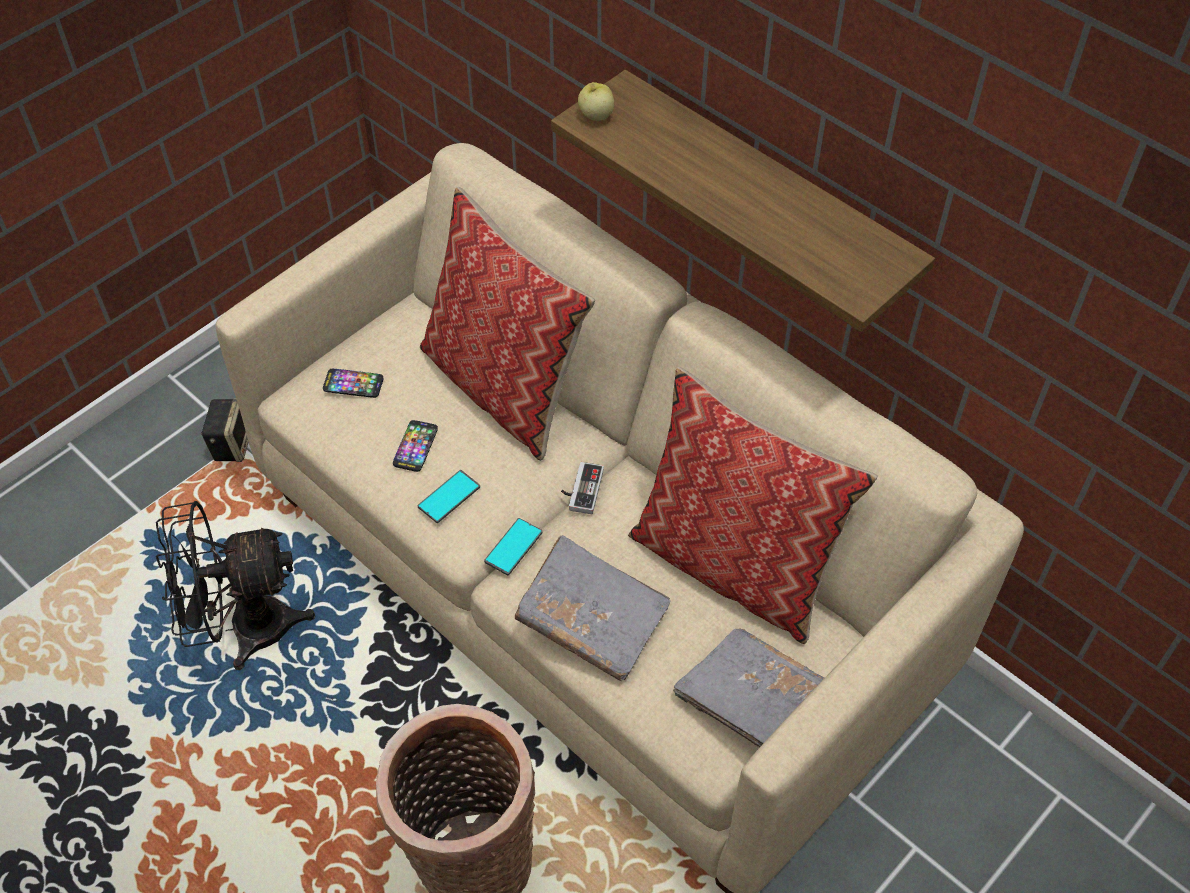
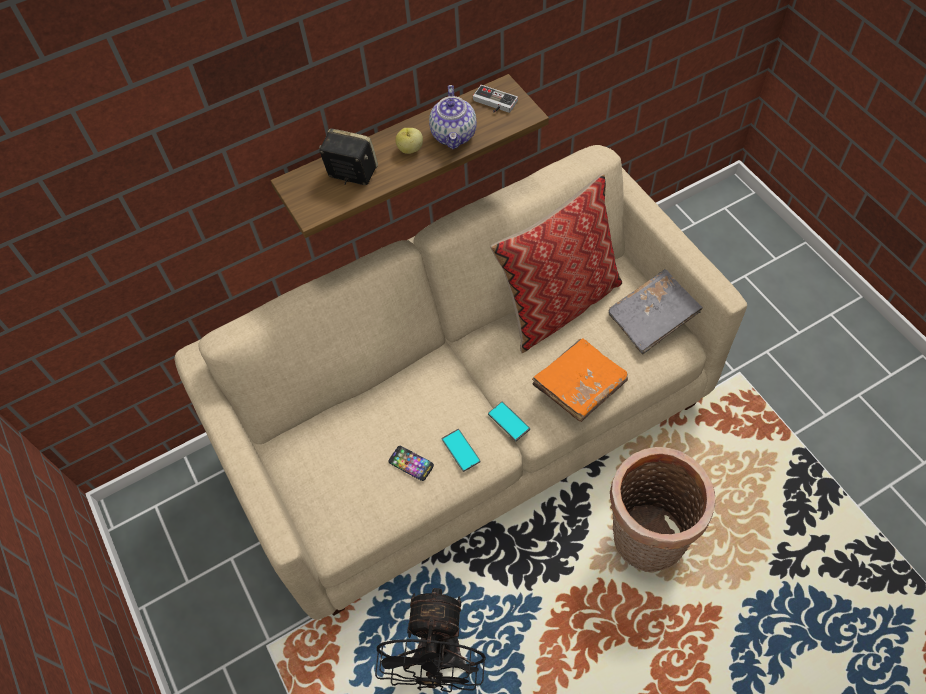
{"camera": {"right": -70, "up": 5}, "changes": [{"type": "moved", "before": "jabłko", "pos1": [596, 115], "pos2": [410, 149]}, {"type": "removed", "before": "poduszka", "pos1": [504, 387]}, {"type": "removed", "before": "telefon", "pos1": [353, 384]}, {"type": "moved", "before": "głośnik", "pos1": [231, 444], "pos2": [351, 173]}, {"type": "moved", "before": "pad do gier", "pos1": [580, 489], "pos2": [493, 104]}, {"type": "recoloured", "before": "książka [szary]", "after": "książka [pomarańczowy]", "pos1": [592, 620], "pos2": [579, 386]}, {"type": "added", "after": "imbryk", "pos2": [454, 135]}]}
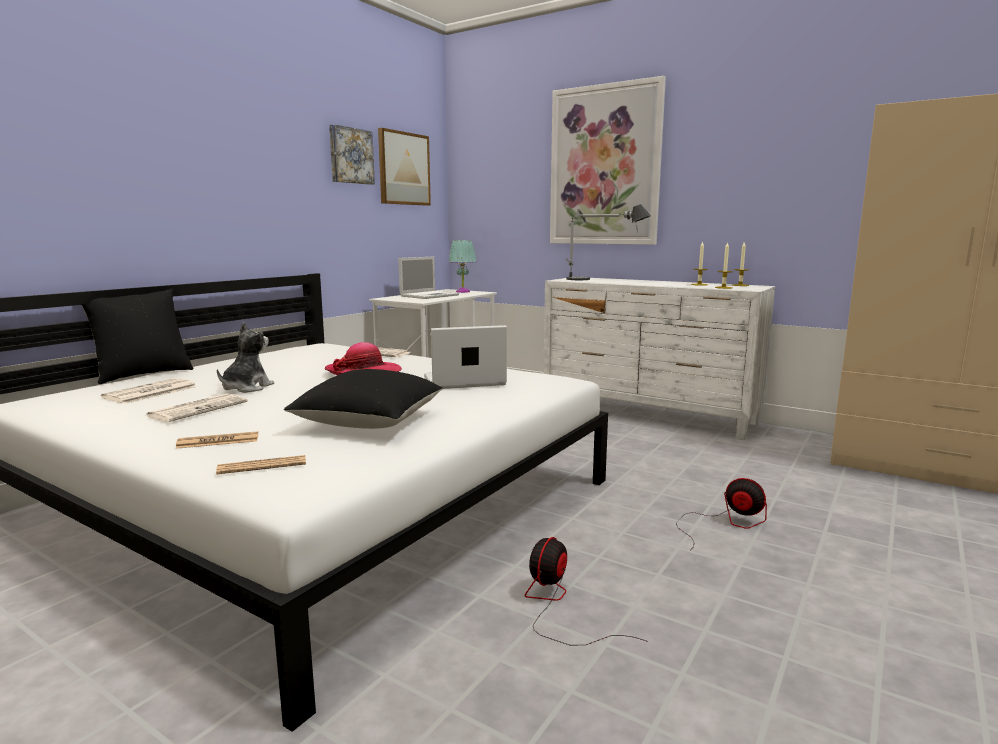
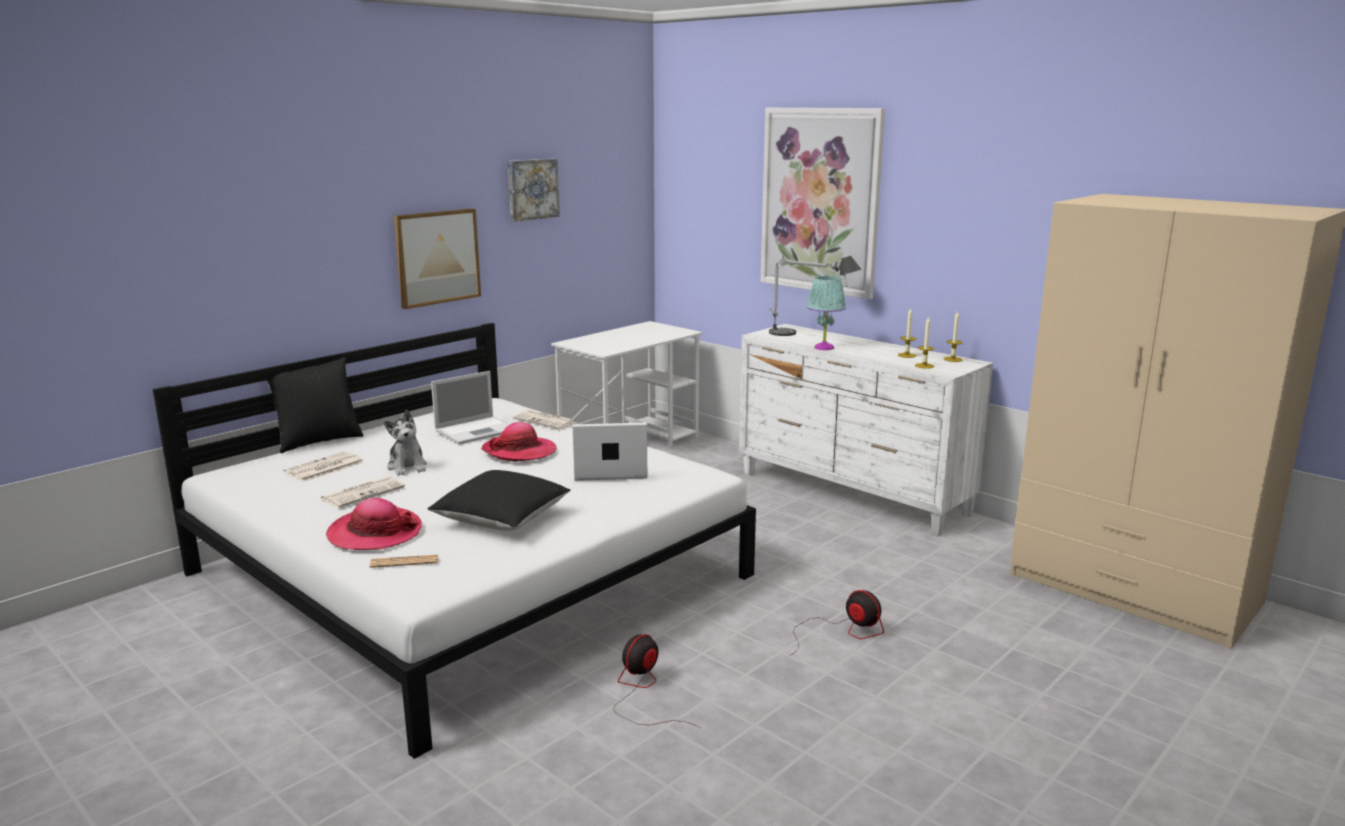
{"camera": {"right": 10, "up": 5}, "changes": [{"type": "moved", "before": "obraz", "pos1": [403, 169], "pos2": [437, 257]}, {"type": "moved", "before": "lampa stołowa [turkusowy]", "pos1": [462, 291], "pos2": [823, 347]}, {"type": "moved", "before": "laptop", "pos1": [430, 295], "pos2": [477, 430]}, {"type": "turned", "before": "pluszak", "pos1": [246, 388], "pos2": [407, 466], "turn": 120}, {"type": "replaced", "before": "gazeta", "after": "kapelusz", "pos1": [218, 441], "pos2": [375, 533]}]}
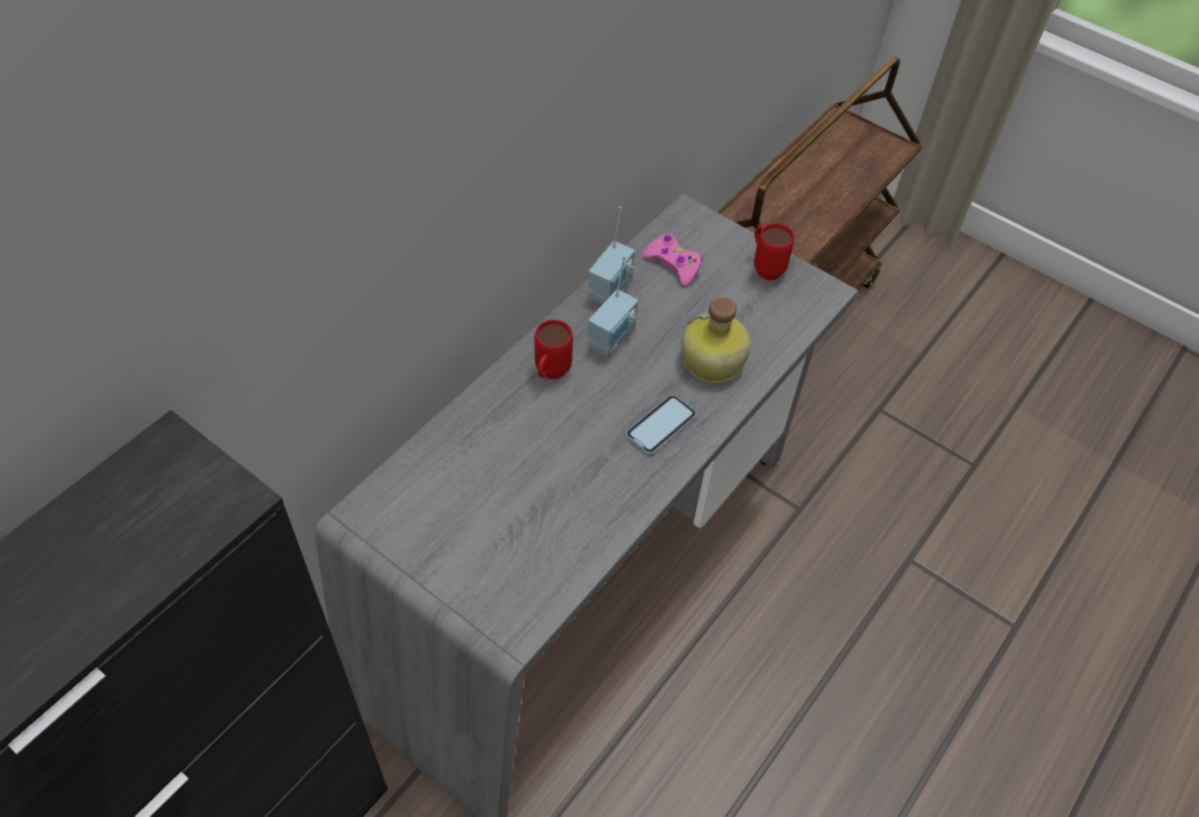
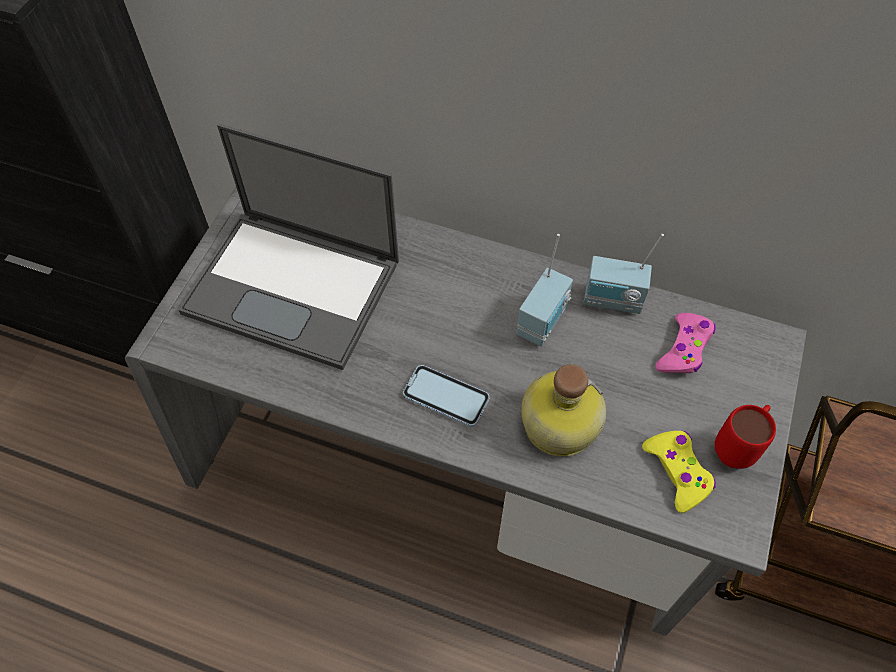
{"camera": {"right": 75, "up": 5}, "changes": [{"type": "turned", "before": "radio", "pos1": [613, 339], "pos2": [544, 322], "turn": -75}, {"type": "removed", "before": "kubek [czerwony]", "pos1": [550, 374]}, {"type": "added", "after": "laptop", "pos2": [295, 287]}, {"type": "added", "after": "pad do gier [żółty]", "pos2": [677, 472]}]}
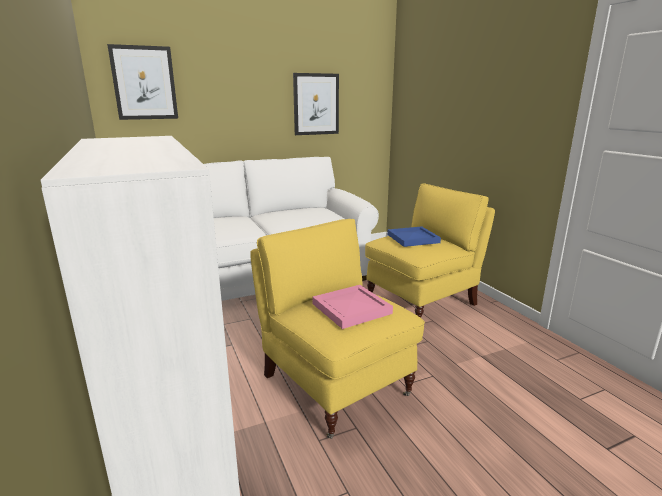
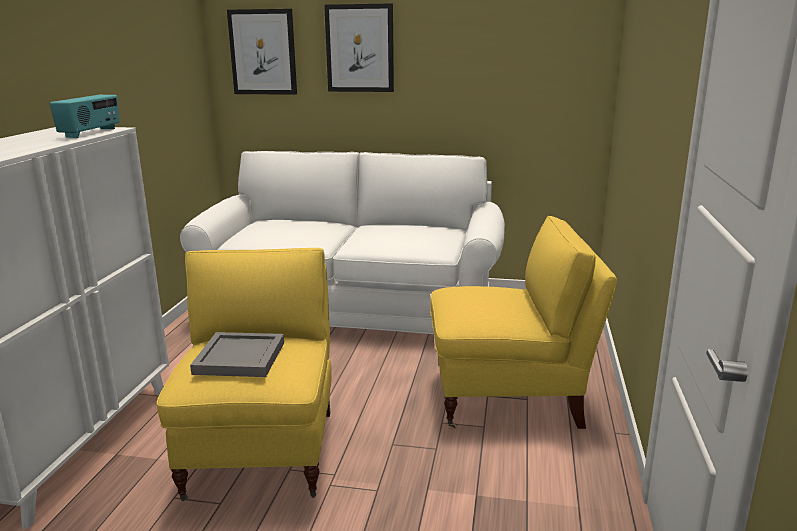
{"camera": {"right": 35, "up": 0}, "changes": [{"type": "moved", "before": "obraz", "pos1": [316, 104], "pos2": [360, 48]}, {"type": "removed", "before": "taca [niebieski]", "pos1": [412, 238]}, {"type": "recoloured", "before": "taca [różowy]", "after": "taca [szary]", "pos1": [353, 308], "pos2": [240, 358]}, {"type": "added", "after": "radio", "pos2": [91, 133]}]}
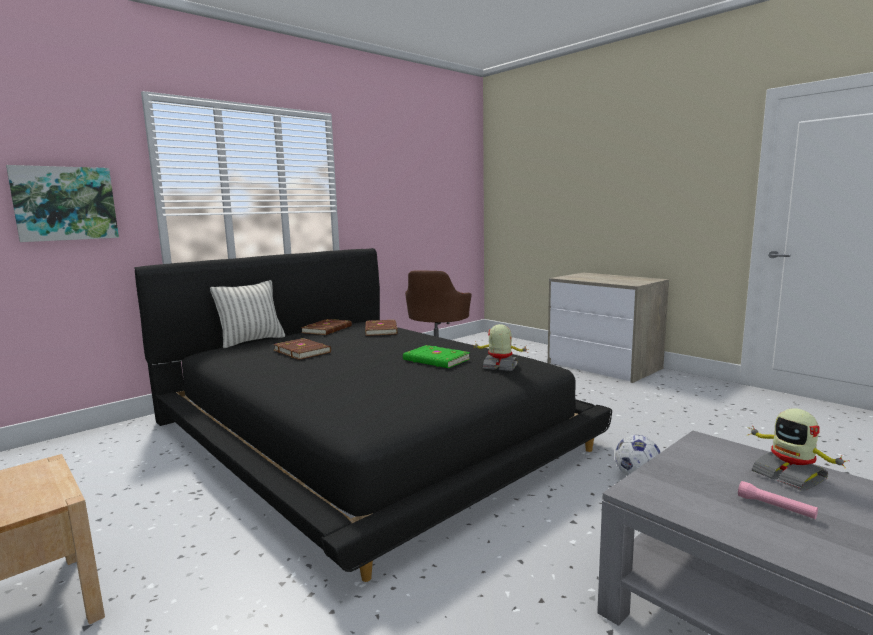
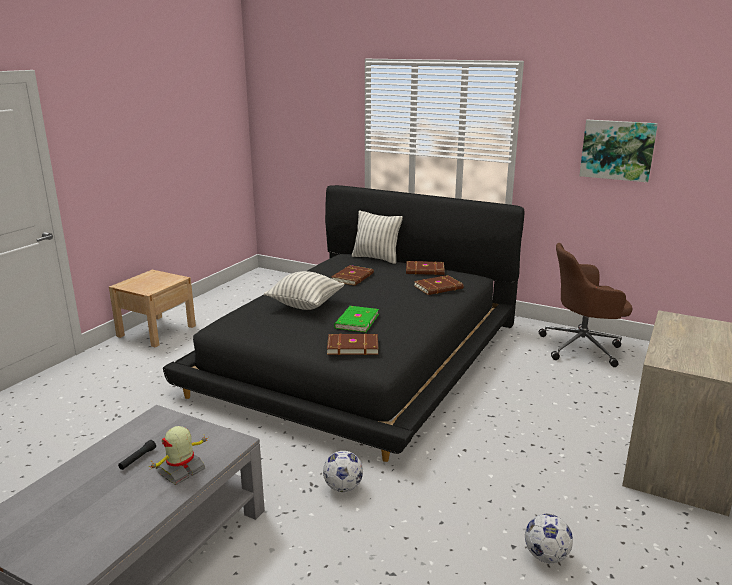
{"camera": {"right": 70, "up": 10}, "changes": [{"type": "moved", "before": "obraz", "pos1": [65, 203], "pos2": [617, 150]}, {"type": "replaced", "before": "robot zabawkowy", "after": "książka [brązowy]", "pos1": [500, 366], "pos2": [352, 346]}, {"type": "recoloured", "before": "latarka [różowy]", "after": "latarka [czarny]", "pos1": [775, 507], "pos2": [137, 459]}, {"type": "added", "after": "poduszka", "pos2": [305, 304]}, {"type": "added", "after": "piłka futbolowa", "pos2": [546, 556]}]}
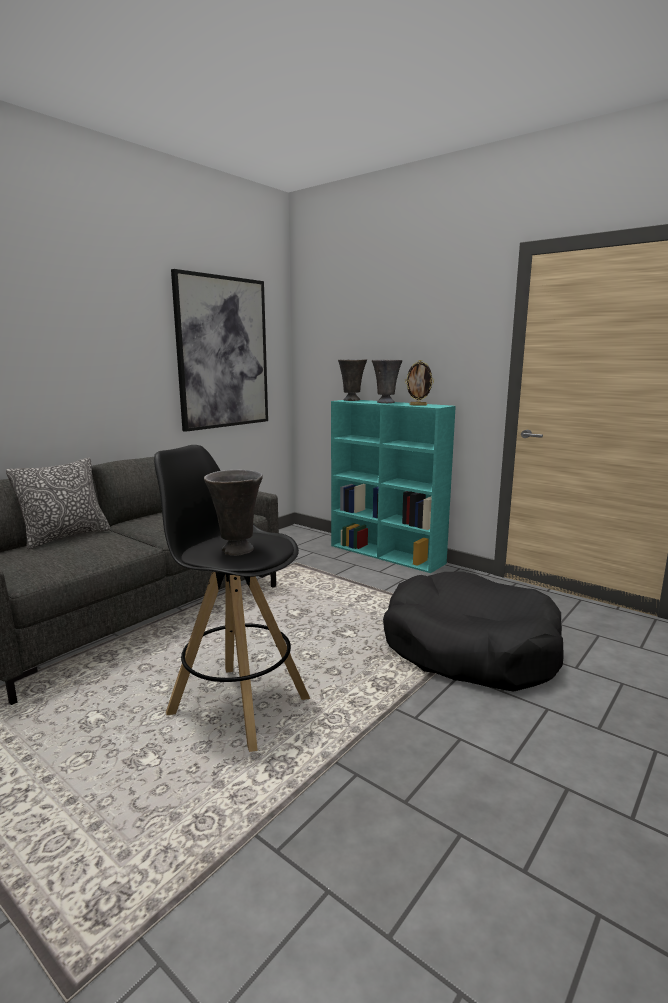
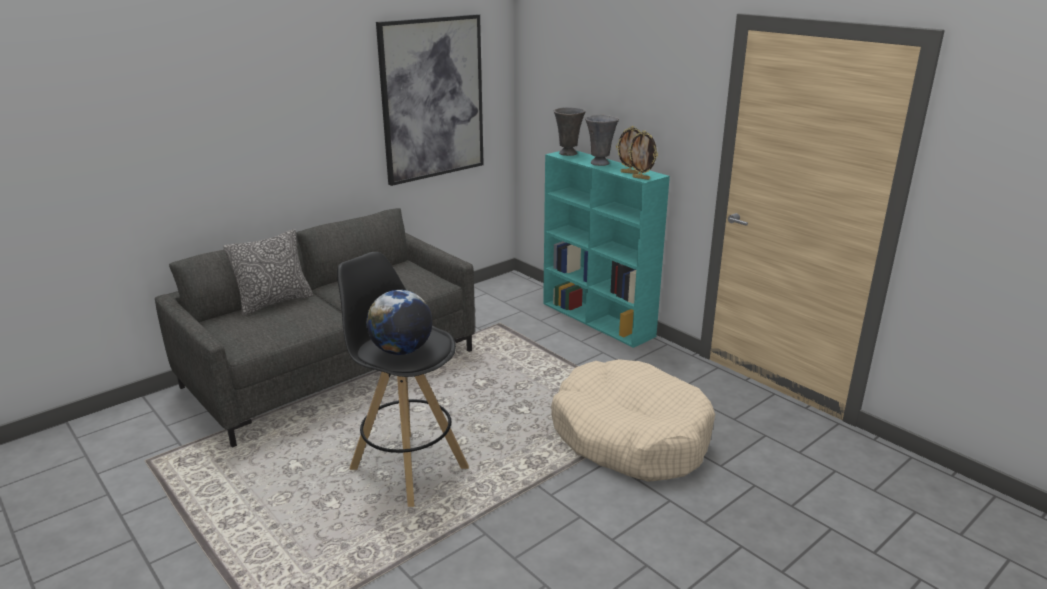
{"camera": {"right": 10, "up": 10}, "changes": [{"type": "replaced", "before": "wazon [szary]", "after": "globus", "pos1": [237, 551], "pos2": [401, 350]}, {"type": "recoloured", "before": "legowisko [czarny]", "after": "legowisko [beżowy]", "pos1": [469, 648], "pos2": [630, 436]}, {"type": "added", "after": "ramka na zdjęcie", "pos2": [641, 178]}]}
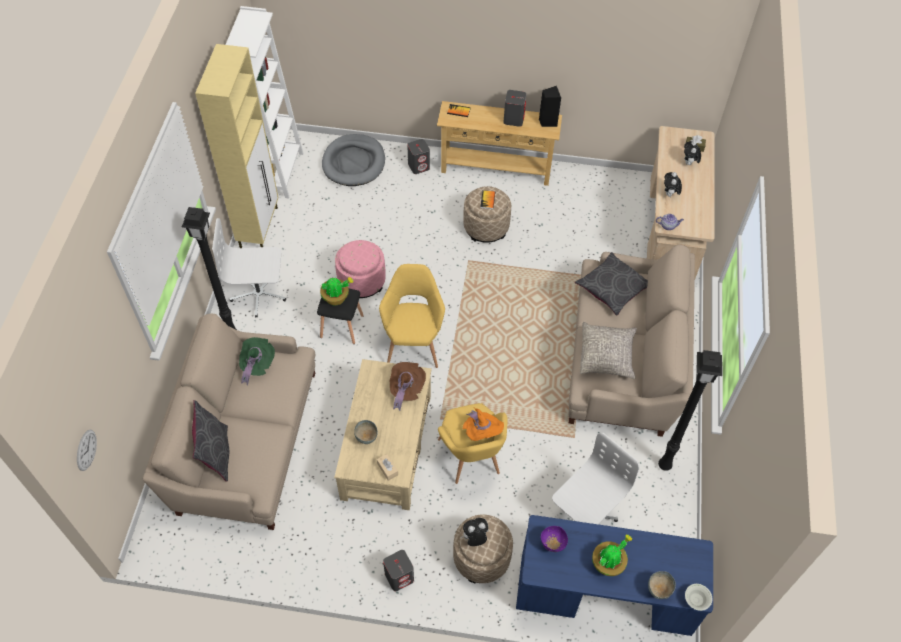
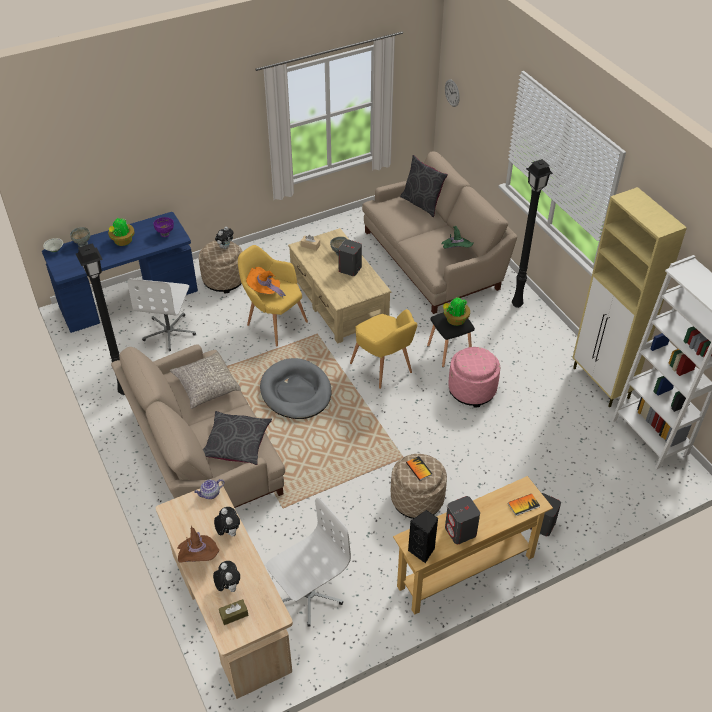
{"camera": {"right": 145, "up": -10}, "changes": [{"type": "moved", "before": "legowisko [szary]", "pos1": [354, 162], "pos2": [296, 392]}, {"type": "moved", "before": "krzesło biurowe [biały]", "pos1": [259, 294], "pos2": [308, 594]}, {"type": "moved", "before": "kapelusz [brązowy]", "pos1": [406, 389], "pos2": [199, 557]}, {"type": "moved", "before": "głośnik [szary]", "pos1": [399, 577], "pos2": [350, 269]}]}
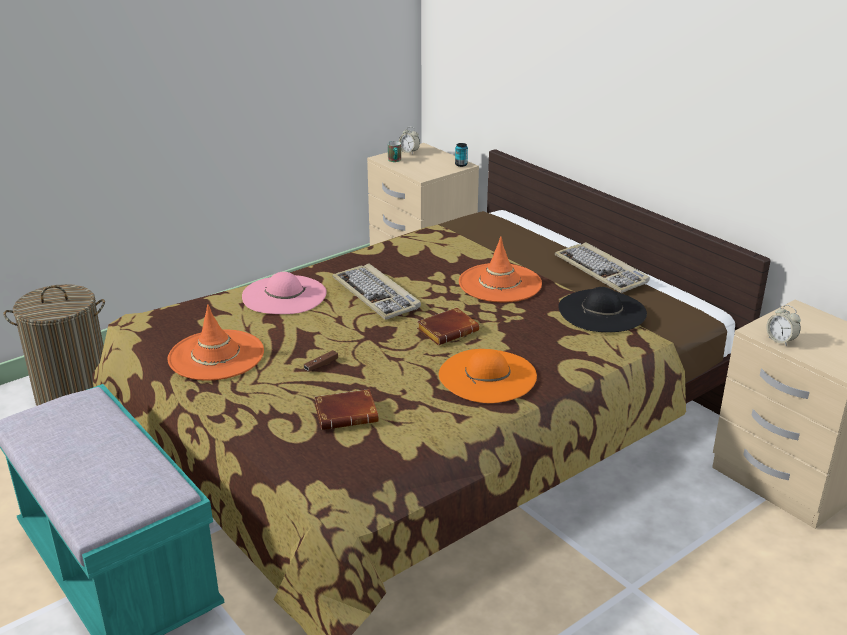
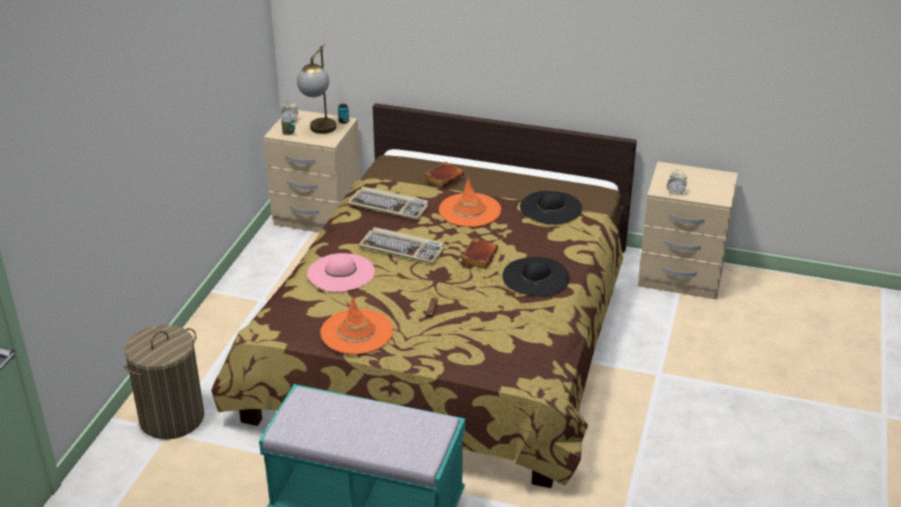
{"camera": {"right": -35, "up": 5}, "changes": [{"type": "moved", "before": "klawiatura", "pos1": [602, 271], "pos2": [389, 206]}, {"type": "recoloured", "before": "kapelusz [pomarańczowy]", "after": "kapelusz [czarny]", "pos1": [487, 375], "pos2": [535, 277]}, {"type": "moved", "before": "książka [brązowy]", "pos1": [347, 414], "pos2": [443, 177]}, {"type": "added", "after": "lampa stołowa", "pos2": [320, 132]}]}
